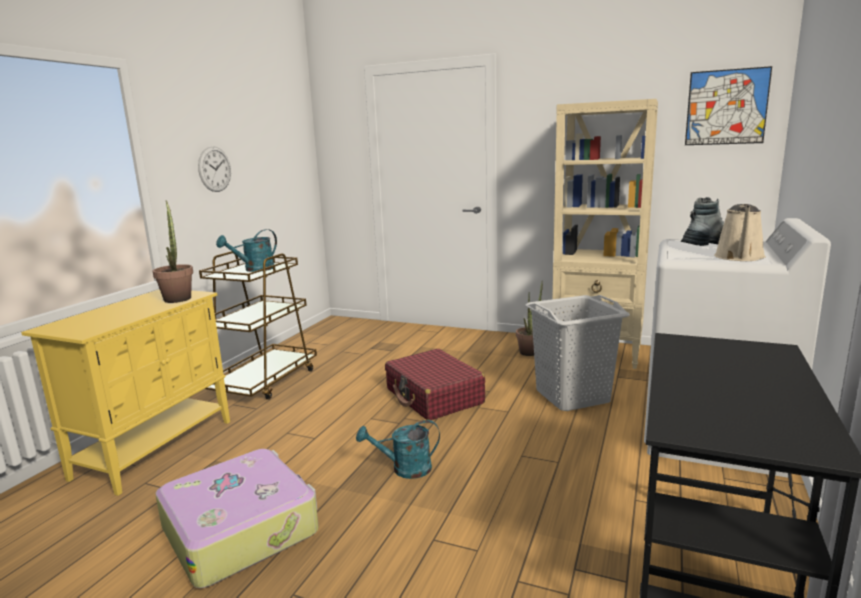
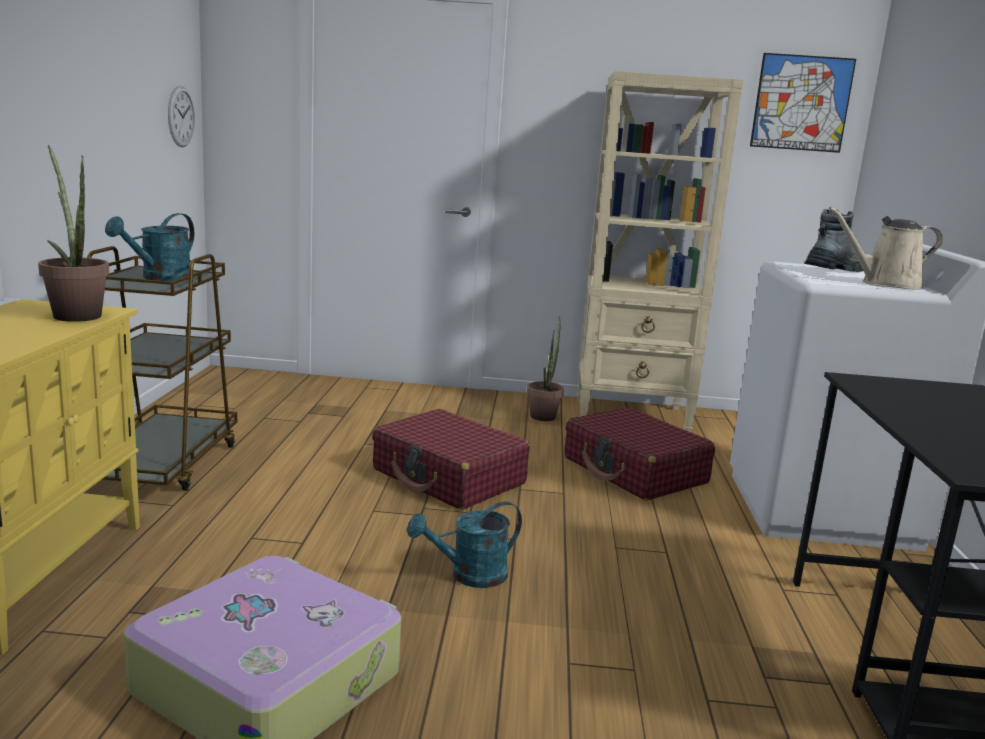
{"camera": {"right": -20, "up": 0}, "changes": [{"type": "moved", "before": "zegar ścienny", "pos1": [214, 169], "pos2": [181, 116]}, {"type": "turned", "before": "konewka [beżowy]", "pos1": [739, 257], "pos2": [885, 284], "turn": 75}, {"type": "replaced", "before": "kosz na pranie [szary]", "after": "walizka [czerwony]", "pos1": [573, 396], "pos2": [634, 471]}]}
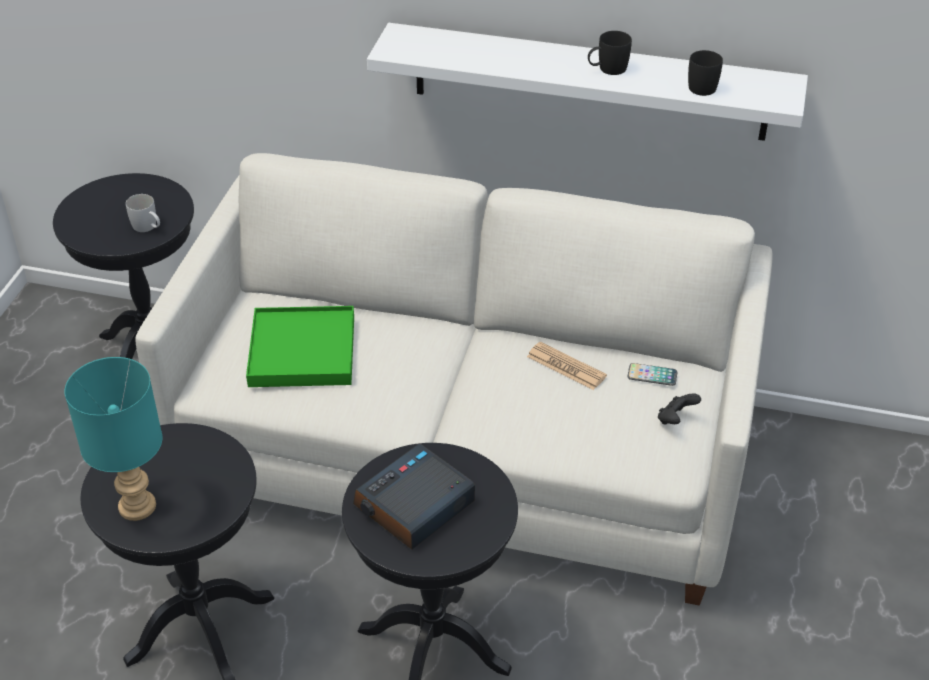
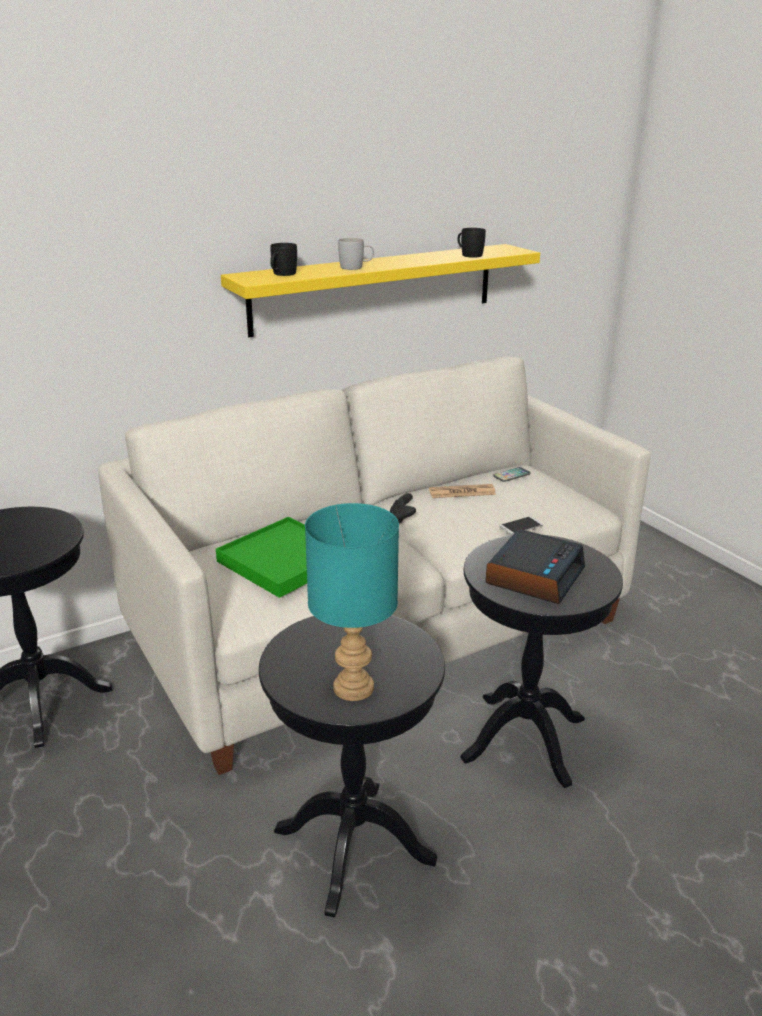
{"camera": {"right": -45, "up": -15}, "changes": [{"type": "recoloured", "before": "półka [biały]", "after": "półka [żółty]", "pos1": [589, 82], "pos2": [375, 288]}, {"type": "moved", "before": "kubek [czarny]", "pos1": [607, 69], "pos2": [282, 274]}, {"type": "moved", "before": "kubek [biały]", "pos1": [148, 227], "pos2": [356, 267]}, {"type": "moved", "before": "pad do gier [czarny]", "pos1": [675, 419], "pos2": [402, 519]}, {"type": "turned", "before": "budzik", "pos1": [414, 505], "pos2": [534, 575], "turn": -150}, {"type": "added", "after": "telefon", "pos2": [521, 526]}]}
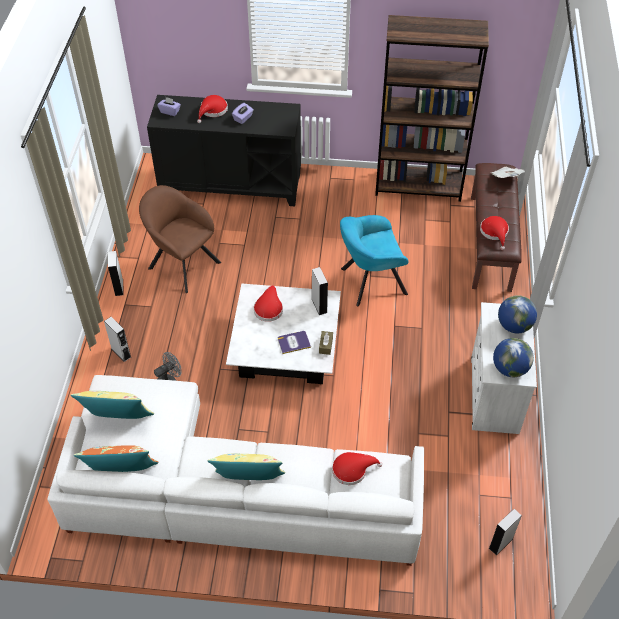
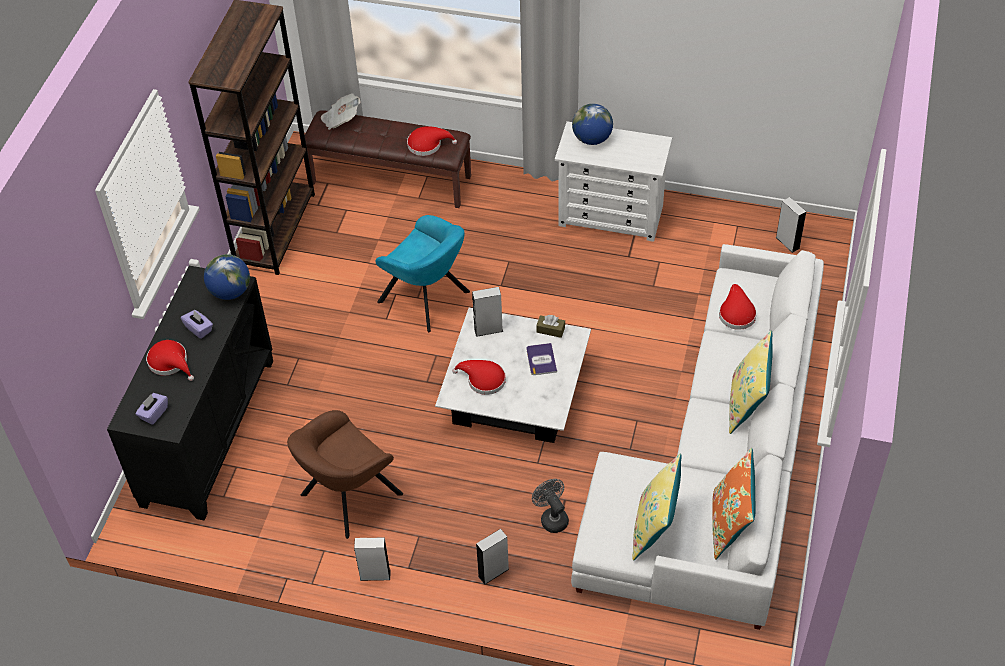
{"camera": {"right": -80, "up": 0}, "changes": [{"type": "turned", "before": "fotel [turkusowy]", "pos1": [370, 282], "pos2": [427, 299], "turn": -45}, {"type": "moved", "before": "globus", "pos1": [510, 369], "pos2": [230, 291]}]}
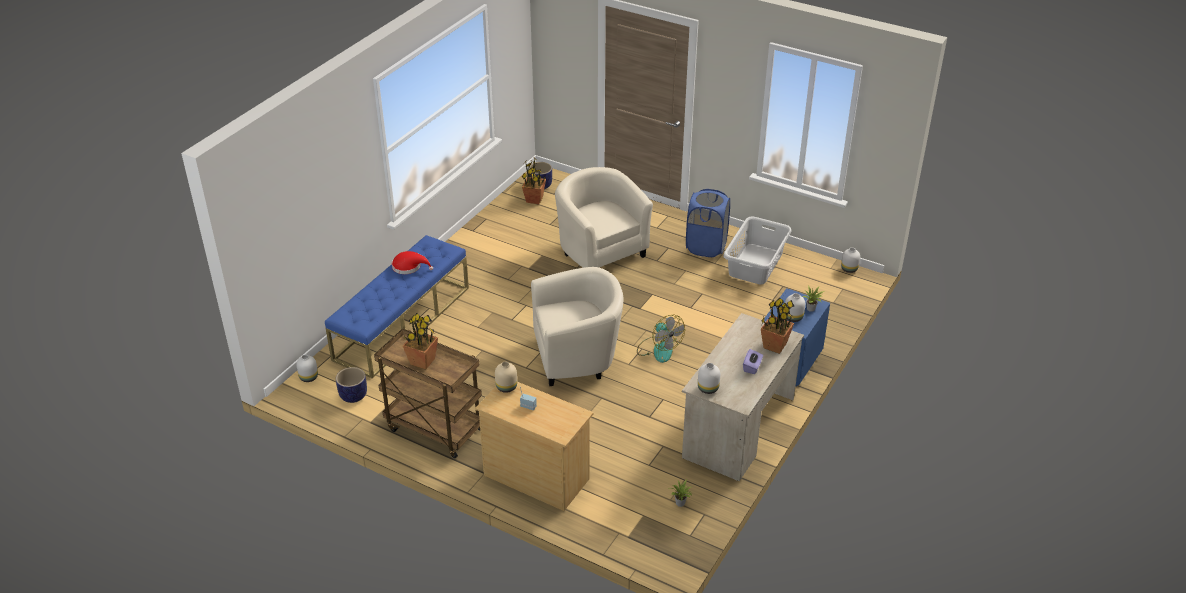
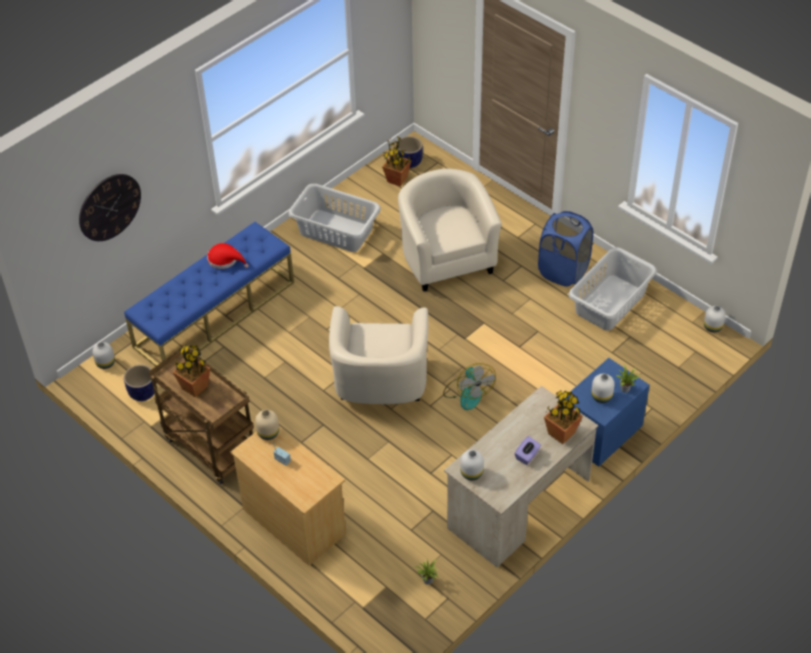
{"camera": {"right": 15, "up": 10}, "changes": [{"type": "turned", "before": "fotel [beżowy]", "pos1": [578, 357], "pos2": [380, 387], "turn": 90}, {"type": "added", "after": "zegar ścienny", "pos2": [109, 207]}, {"type": "added", "after": "kosz na pranie [szary]", "pos2": [336, 231]}]}
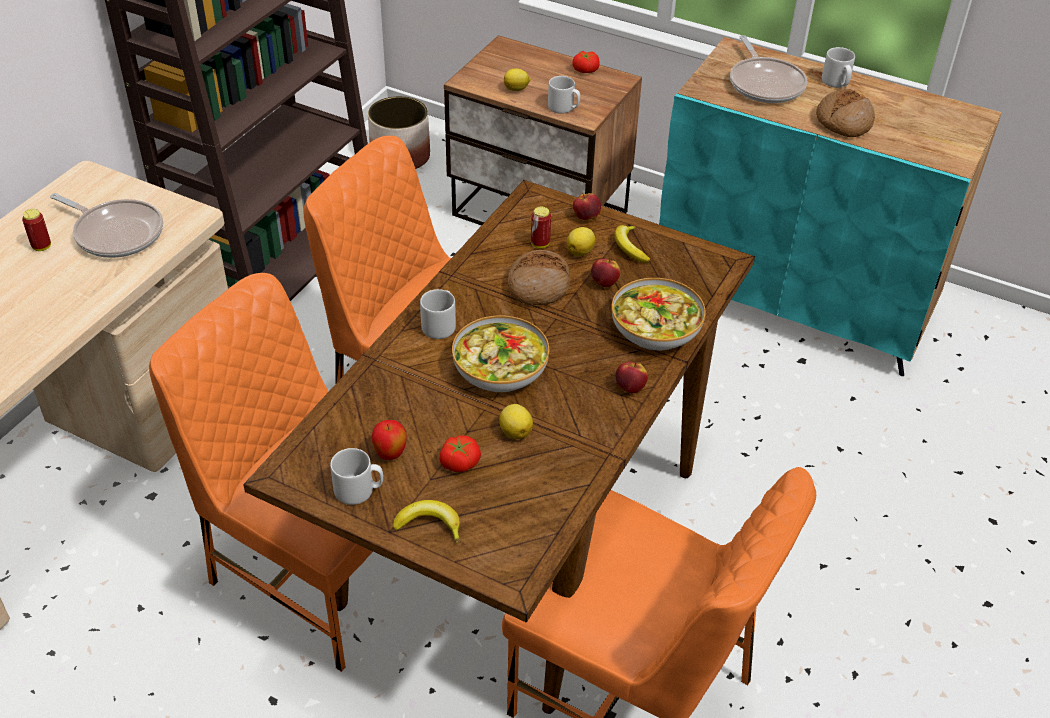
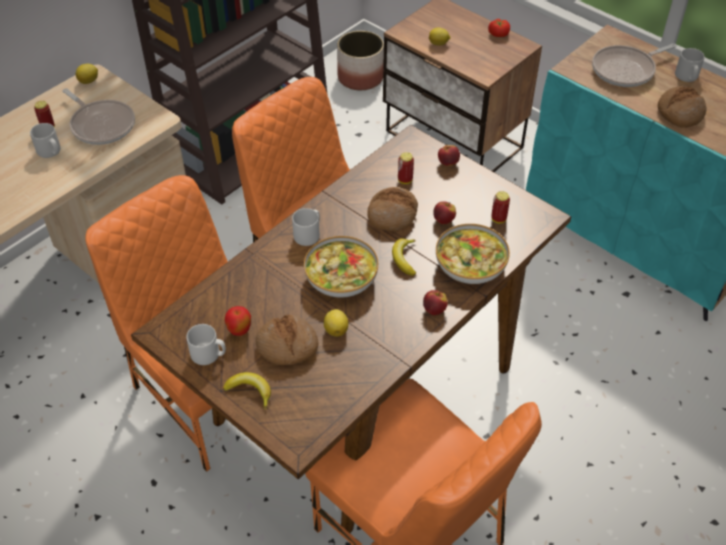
{"camera": {"right": 15, "up": 5}, "changes": [{"type": "turned", "before": "patelnia", "pos1": [765, 84], "pos2": [626, 70], "turn": 60}, {"type": "moved", "before": "kubek [szary]", "pos1": [564, 108], "pos2": [50, 152]}, {"type": "moved", "before": "banan", "pos1": [629, 247], "pos2": [404, 259]}, {"type": "moved", "before": "cytryna", "pos1": [580, 251], "pos2": [89, 81]}, {"type": "replaced", "before": "pomidor", "after": "chleb", "pos1": [459, 462], "pos2": [287, 346]}, {"type": "added", "after": "puszka", "pos2": [498, 219]}]}
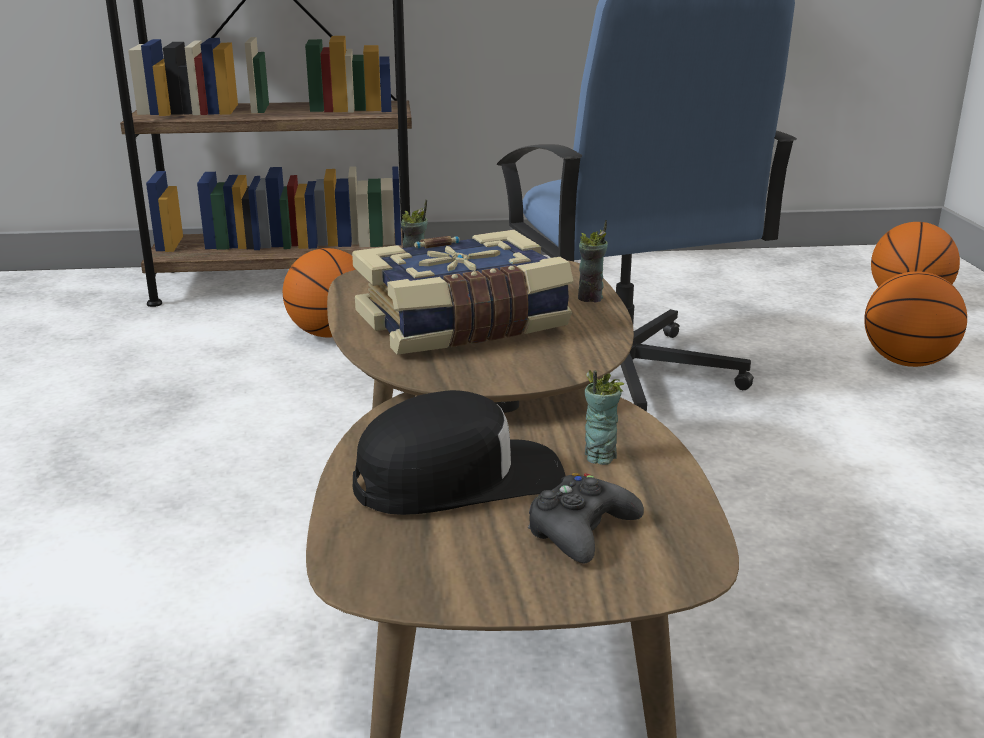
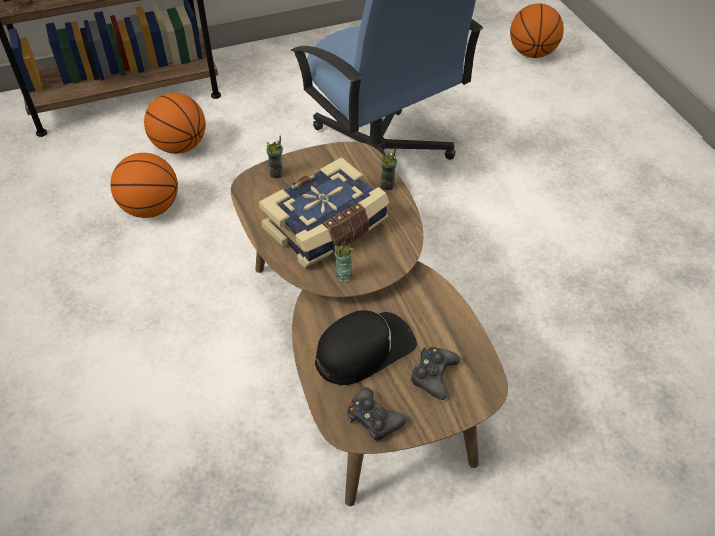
{"camera": {"right": -15, "up": 25}, "changes": [{"type": "moved", "before": "piłka do koszykówki", "pos1": [907, 362], "pos2": [151, 208]}, {"type": "moved", "before": "filiżanka", "pos1": [599, 456], "pos2": [343, 276]}, {"type": "added", "after": "pad do gier [czarny]", "pos2": [373, 419]}]}
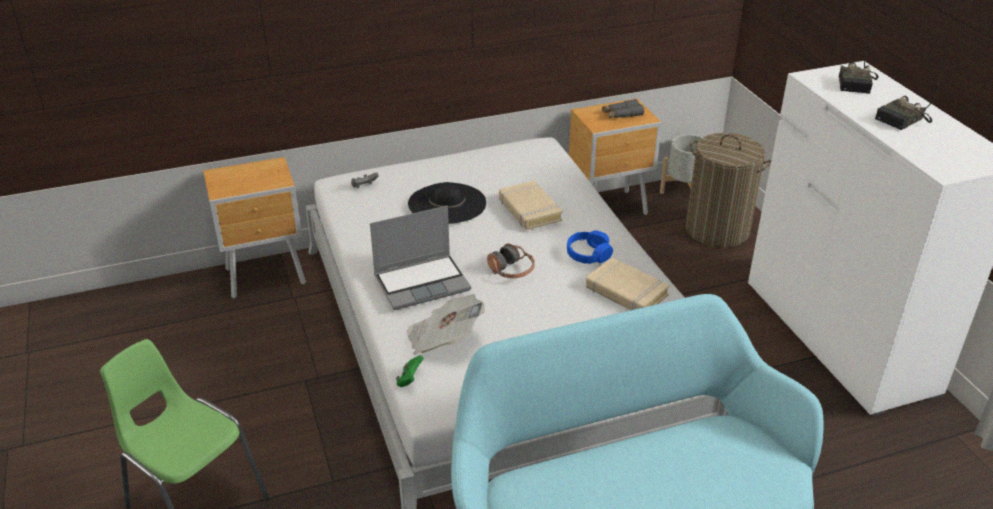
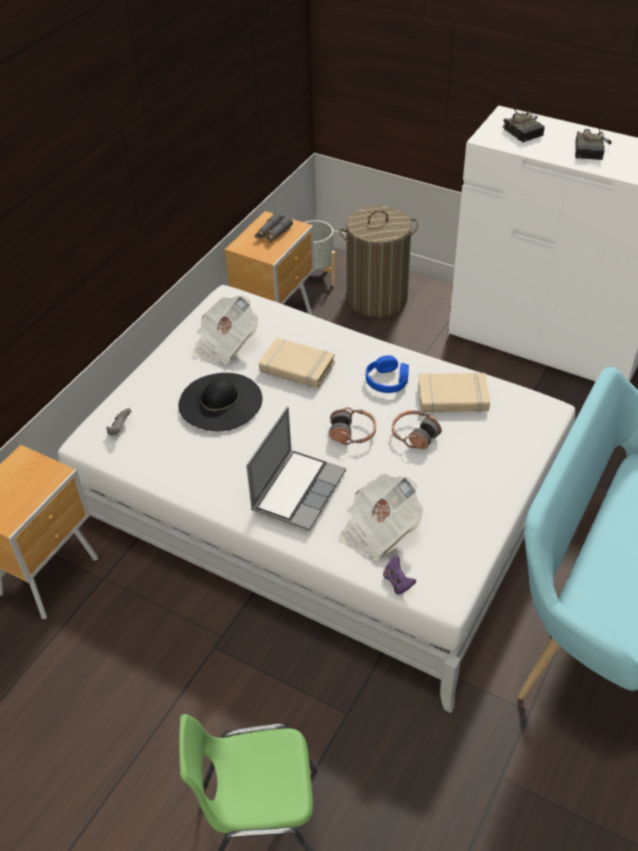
{"camera": {"right": -40, "up": 10}, "changes": [{"type": "recoloured", "before": "pad do gier [zielony]", "after": "pad do gier [fioletowy]", "pos1": [409, 379], "pos2": [397, 582]}, {"type": "added", "after": "gazeta", "pos2": [225, 344]}, {"type": "added", "after": "słuchawki", "pos2": [414, 435]}]}
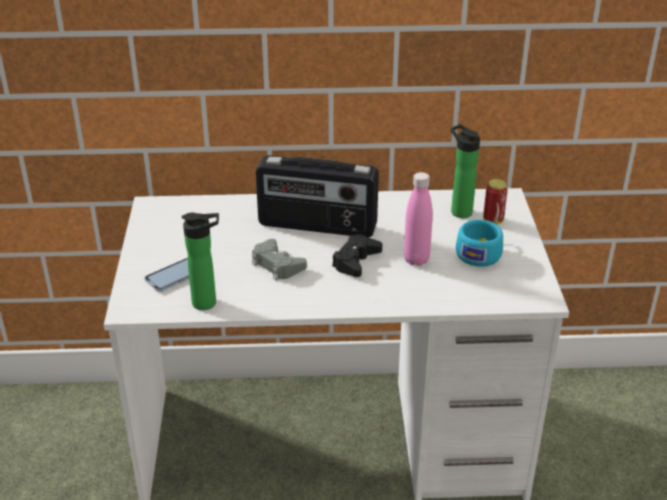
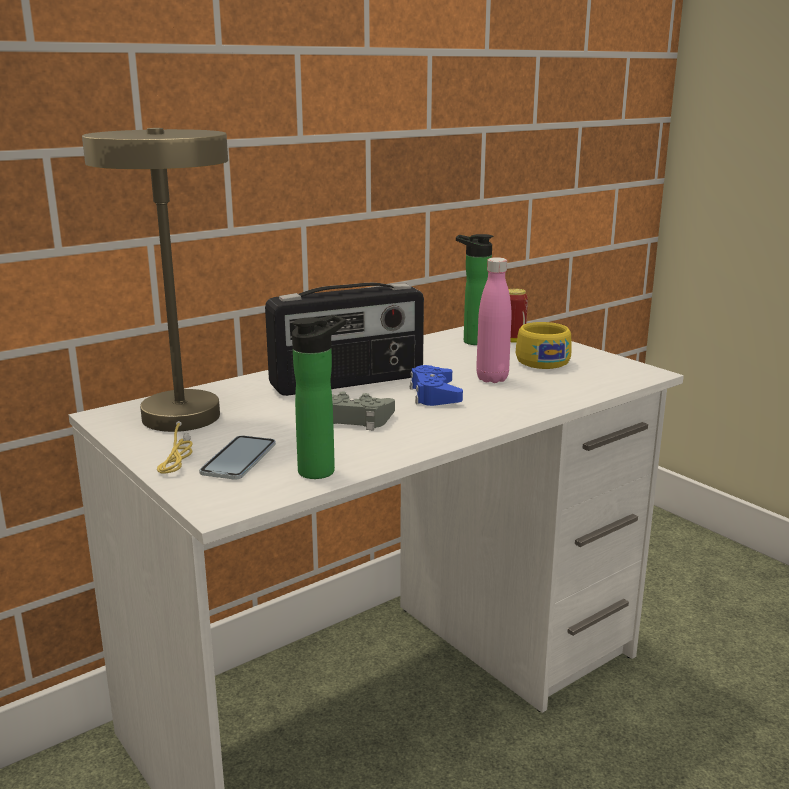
{"camera": {"right": -35, "up": -15}, "changes": [{"type": "recoloured", "before": "filiżanka [turkusowy]", "after": "filiżanka [żółty]", "pos1": [480, 252], "pos2": [540, 360]}, {"type": "recoloured", "before": "pad do gier [czarny]", "after": "pad do gier [niebieski]", "pos1": [356, 261], "pos2": [434, 394]}, {"type": "added", "after": "lampa stołowa [beżowy]", "pos2": [181, 423]}]}
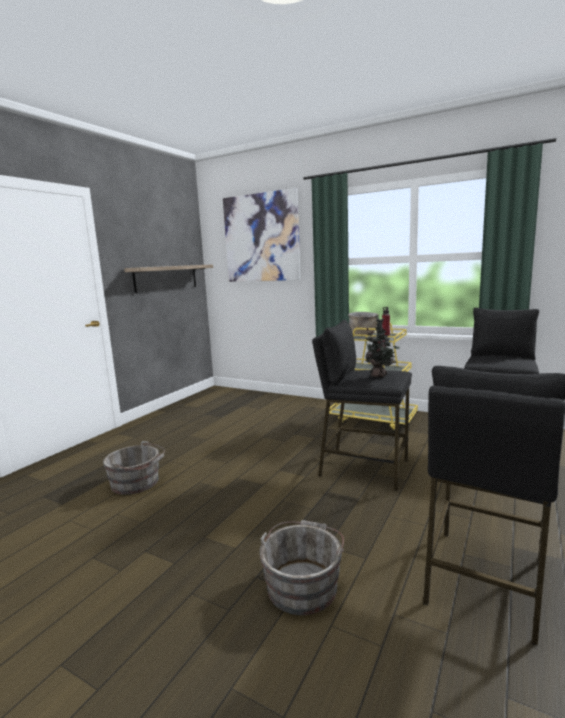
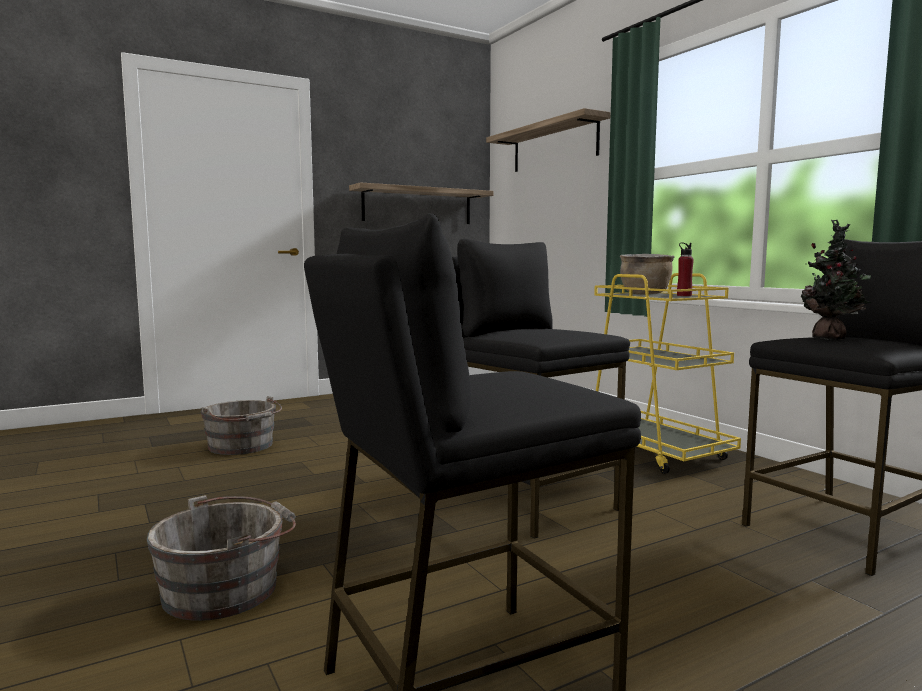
{"camera": {"right": 30, "up": -5}, "changes": [{"type": "replaced", "before": "obraz", "after": "półka", "pos1": [261, 238], "pos2": [554, 145]}, {"type": "moved", "before": "roślina doniczkowa", "pos1": [380, 376], "pos2": [832, 339]}]}
